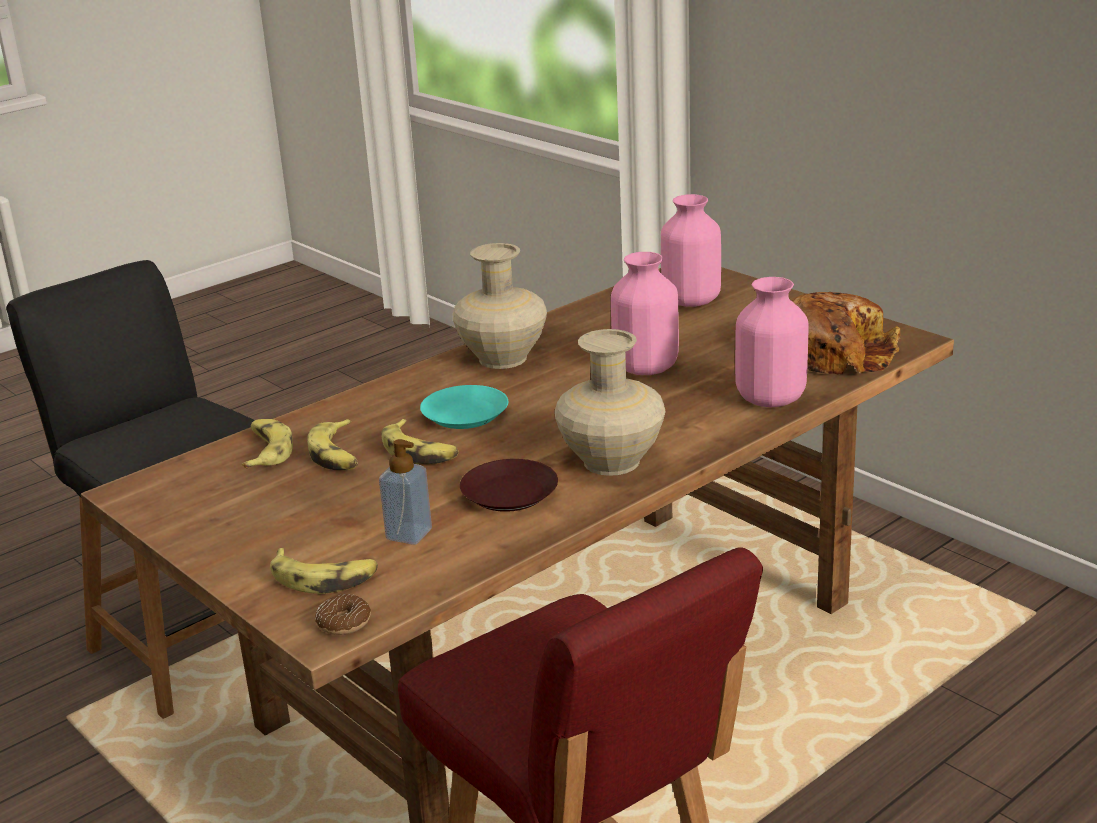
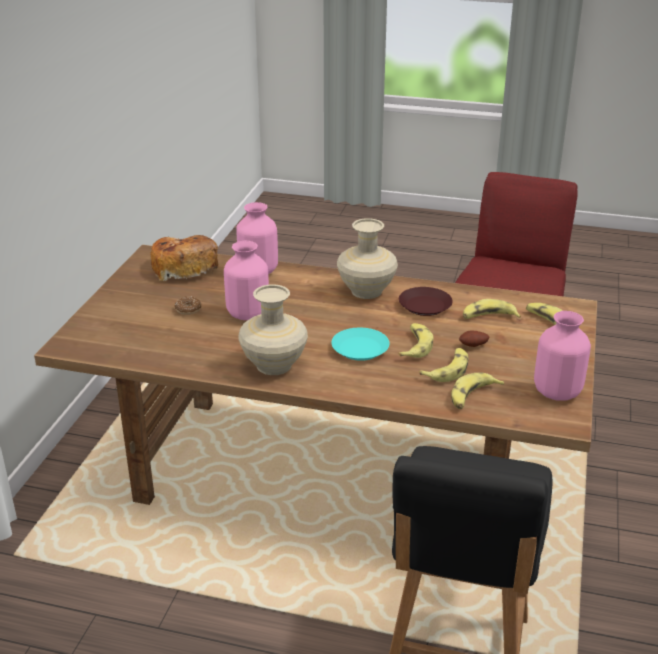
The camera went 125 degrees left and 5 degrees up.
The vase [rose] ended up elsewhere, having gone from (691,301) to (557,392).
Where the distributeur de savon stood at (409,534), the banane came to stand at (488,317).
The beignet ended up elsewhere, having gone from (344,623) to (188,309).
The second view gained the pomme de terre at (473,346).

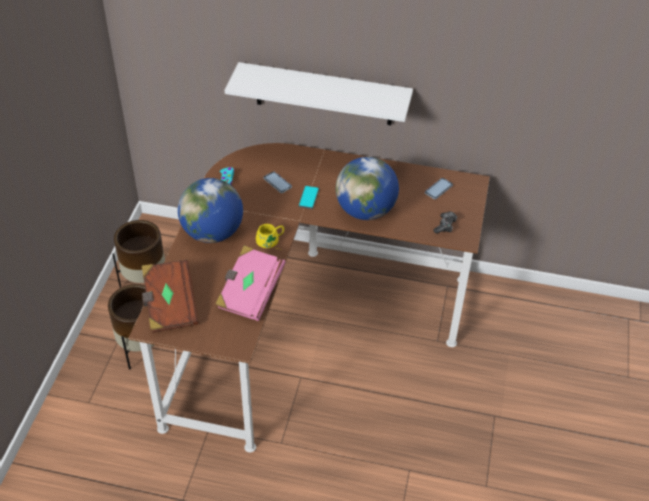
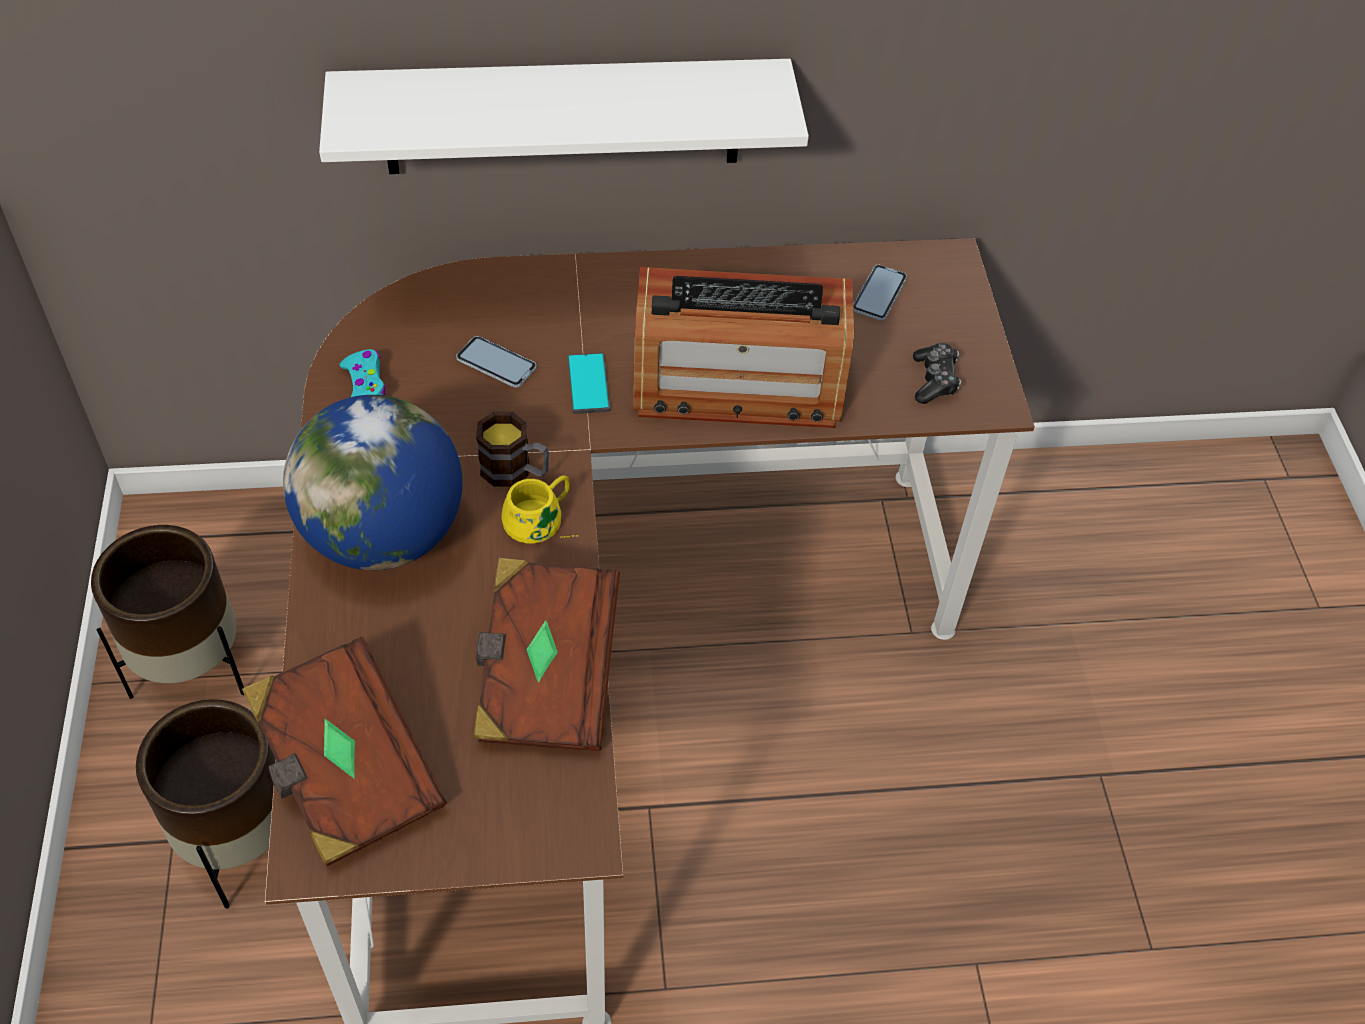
The camera went 20 degrees left and 5 degrees up.
Where the globe stood at (365,211), the radio came to stand at (737,386).
What was the livre [rose] at (250,293) turned into the livre [marron] at (545,676).
The second view gained the mug at (515,471).

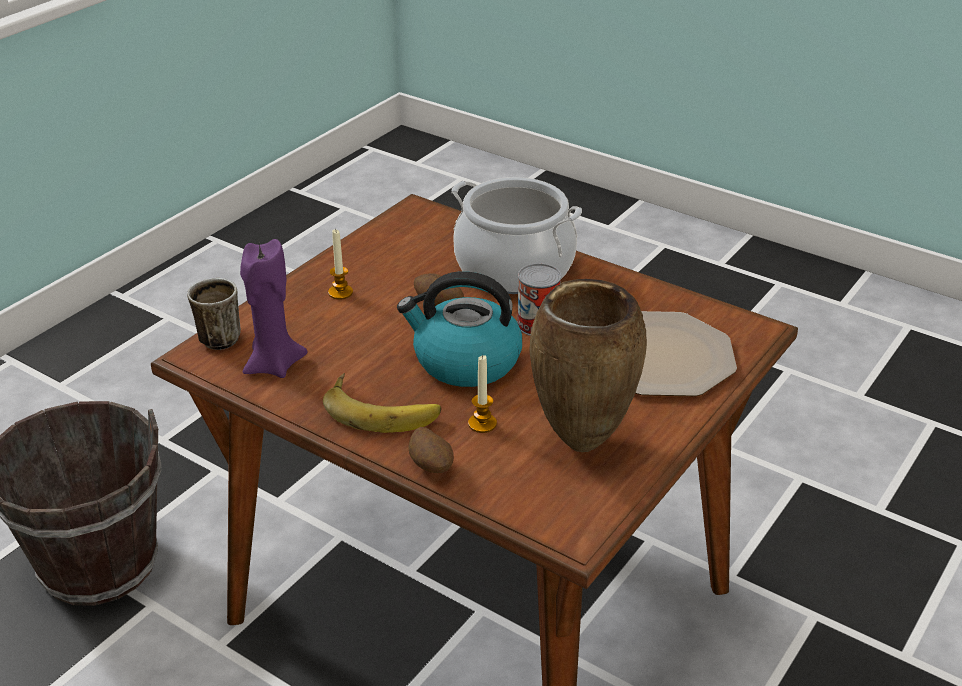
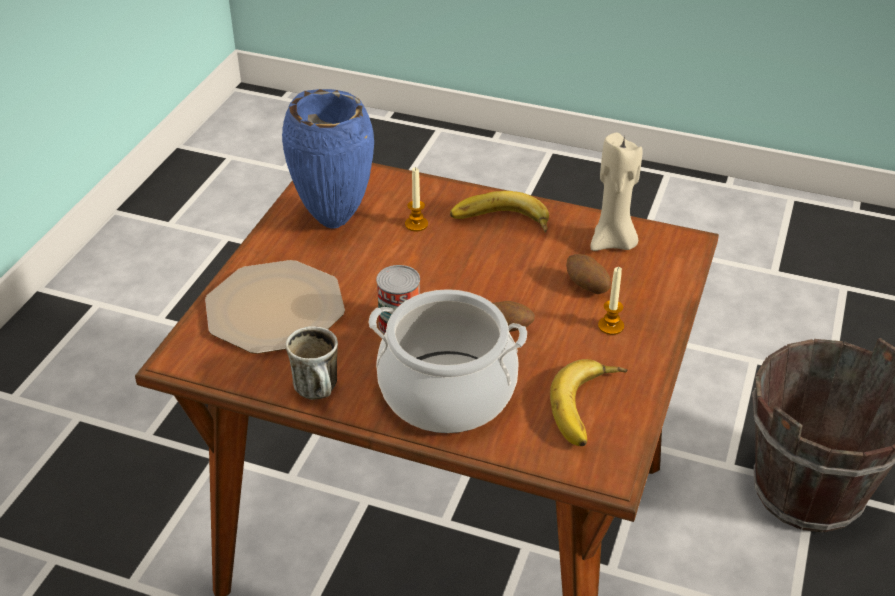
The camera went 165 degrees right and 5 degrees up.
What was the bougie [violet] at (274,365) turned into the bougie [beige] at (613,243).
The second view lost the bouilloire at (465,361).
The mug ended up elsewhere, having gone from (218,336) to (320,392).
What was the vase [marron] at (579,444) turned into the vase [bleu] at (336,221).
The pomme de terre ended up elsewhere, having gone from (431,467) to (586,287).
The second view gained the banane at (591,408).

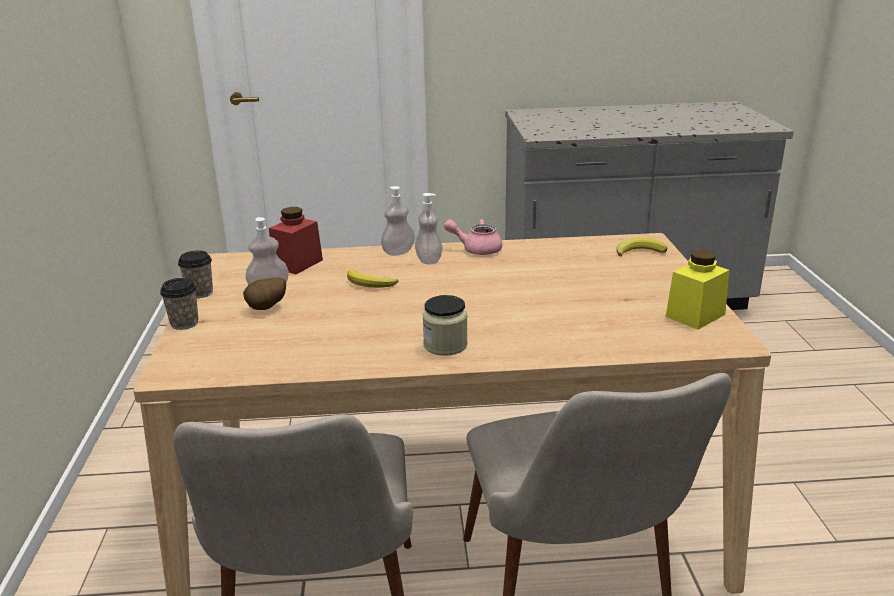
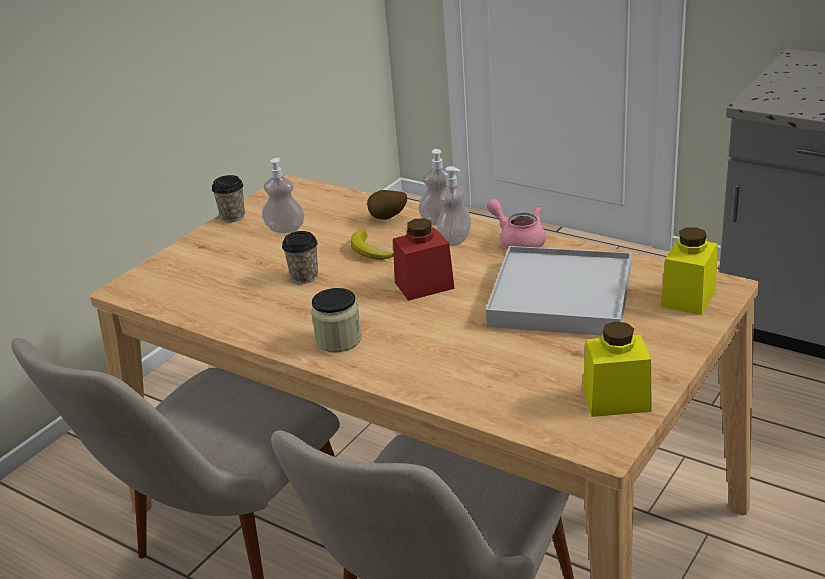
The camera went 40 degrees right and 5 degrees up.
The bocal [rouge] ended up elsewhere, having gone from (297,264) to (424,285).
Where the banane stood at (639,251), the bocal [jaune] came to stand at (688,298).
The pomme de terre ended up elsewhere, having gone from (267,309) to (388,219).
The tasse ended up elsewhere, having gone from (184,323) to (304,277).
The second view gained the plateau [blanc] at (560,297).

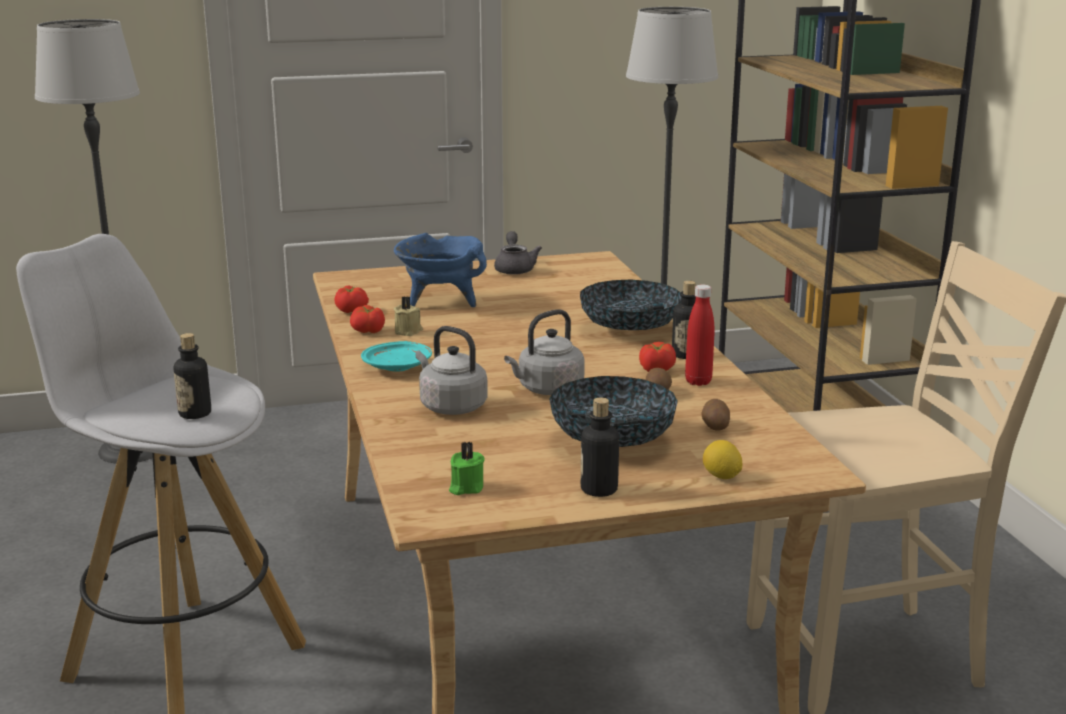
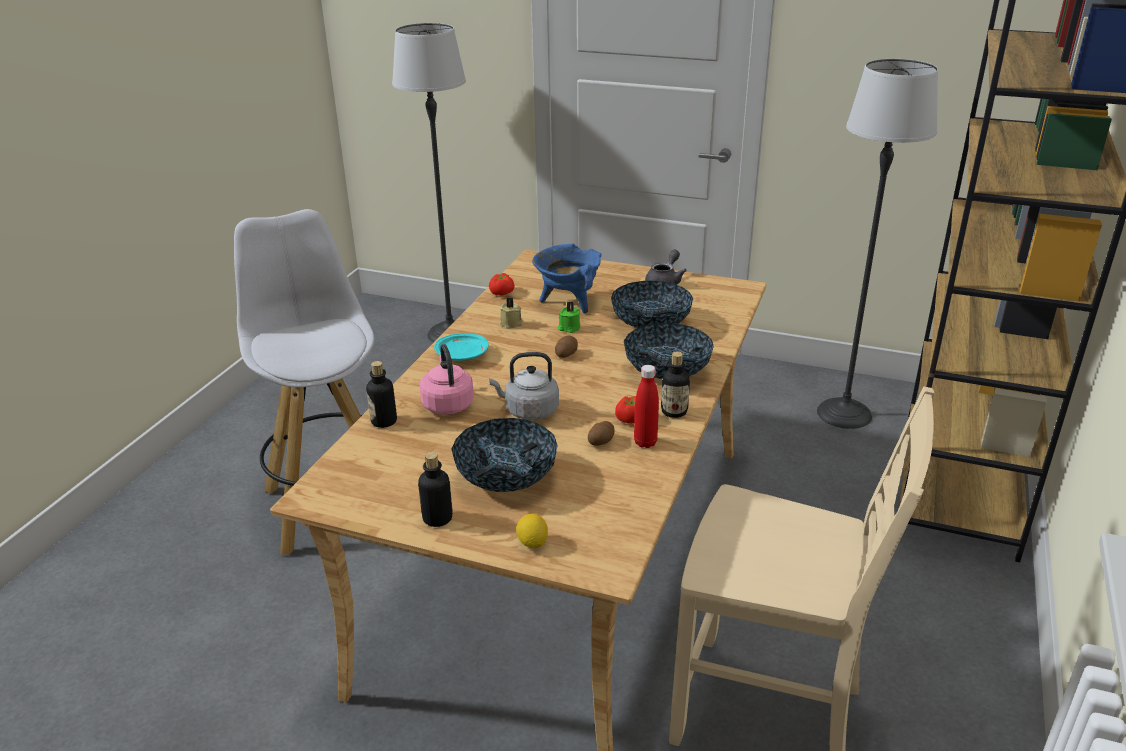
The camera went 35 degrees right and 10 degrees up.
The second view lost the tomate at (368,331).
What was the bouilloire [gris] at (450,406) turned into the bouilloire [rose] at (447,404).
The bouteille ended up elsewhere, having gone from (195,413) to (384,421).
The pomme de terre ended up elsewhere, having gone from (715,426) to (566,354).
The bougie [vert] ended up elsewhere, having gone from (465,487) to (569,328).
The second view gained the bol at (651,323).

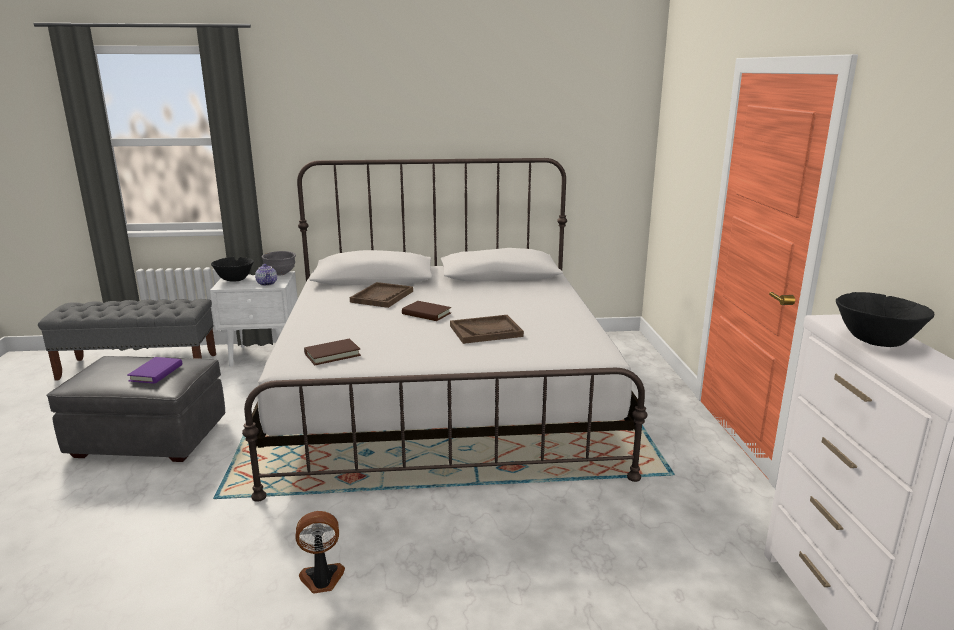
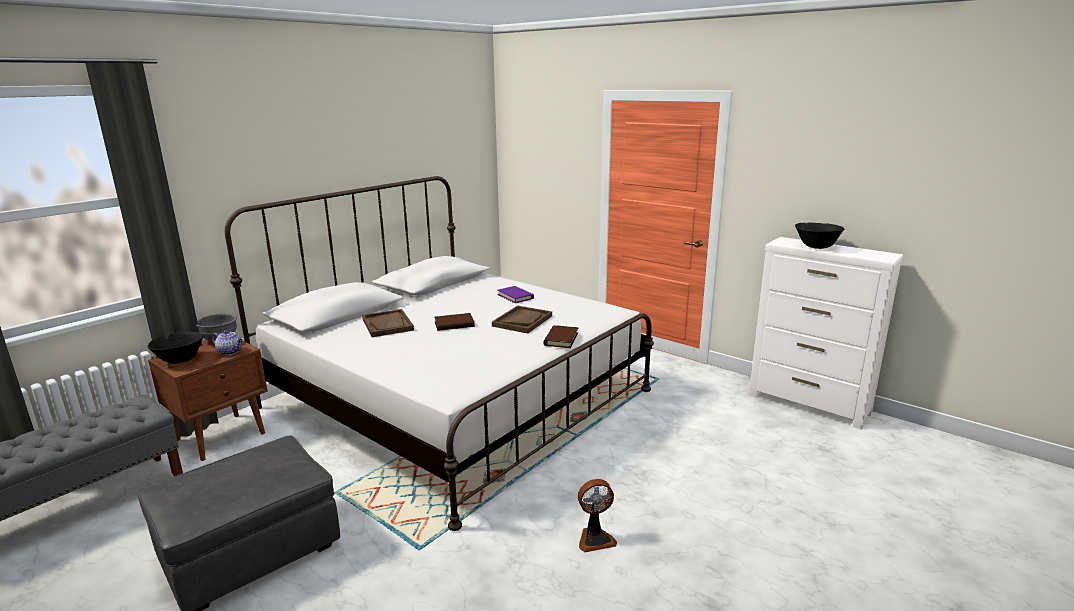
The camera went 45 degrees left and 0 degrees up.
What was the table de chevet [blanc] at (264,355) turned into the table de chevet [marron] at (222,436).
The livre [marron] ended up elsewhere, having gone from (332,354) to (561,339).
The livre [violet] ended up elsewhere, having gone from (156,373) to (515,296).
The ventilateur at (322,579) ended up facing another way, 135 degrees counterclockwise from before.

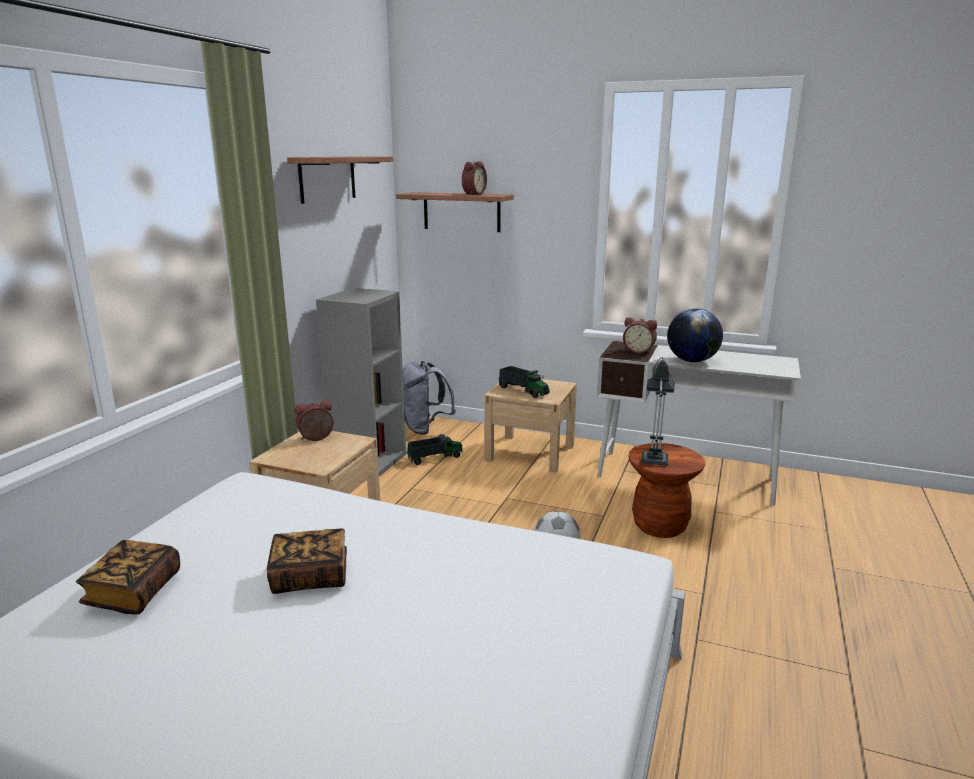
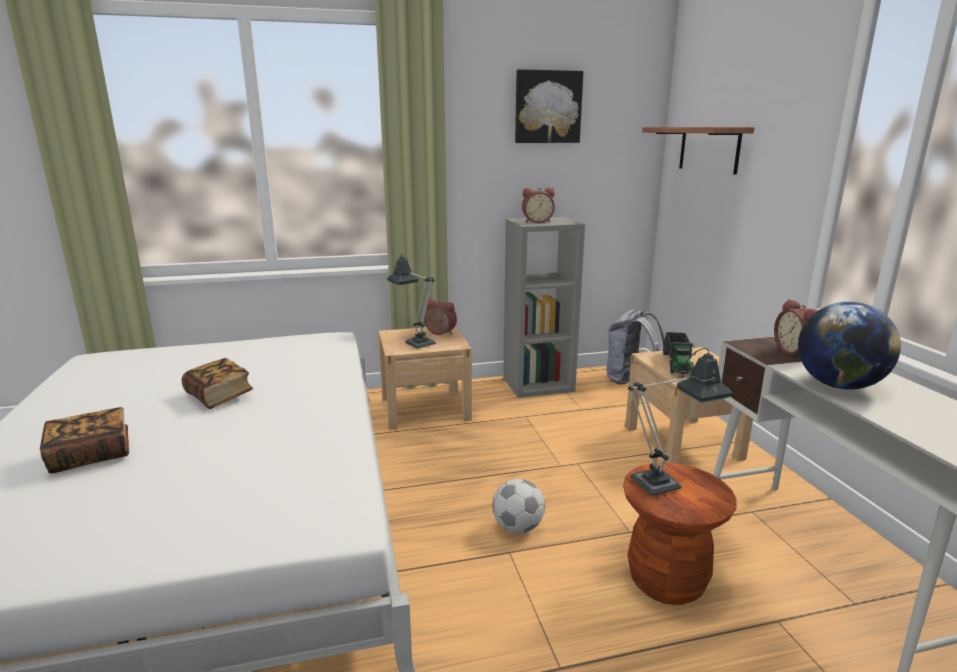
The camera went 55 degrees right and 0 degrees up.
Where the étagère hung at (327,178), the tableau came to hang at (547,107).
The réveil ended up elsewhere, having gone from (472,194) to (537,222).
The second view lost the camion jouet at (434,458).
The livre ended up elsewhere, having gone from (134,592) to (91,455).
The second view gained the lampe de table at (416,342).

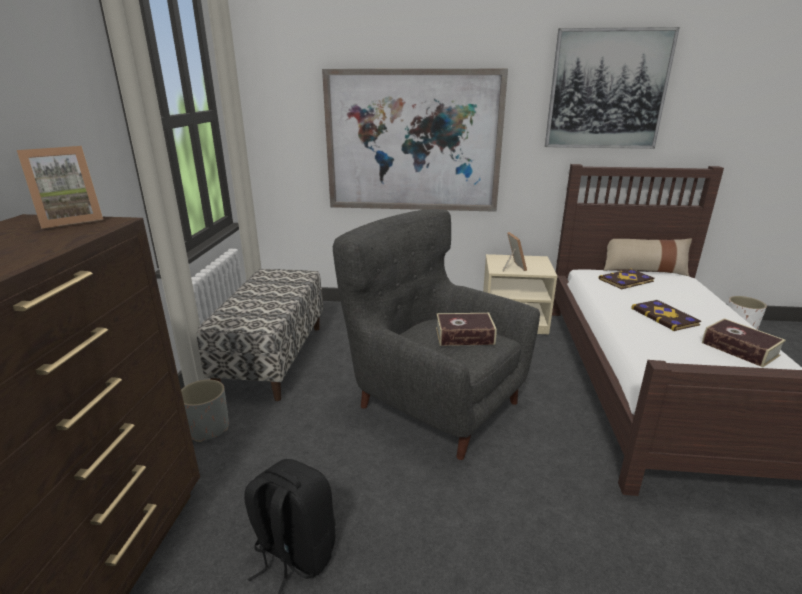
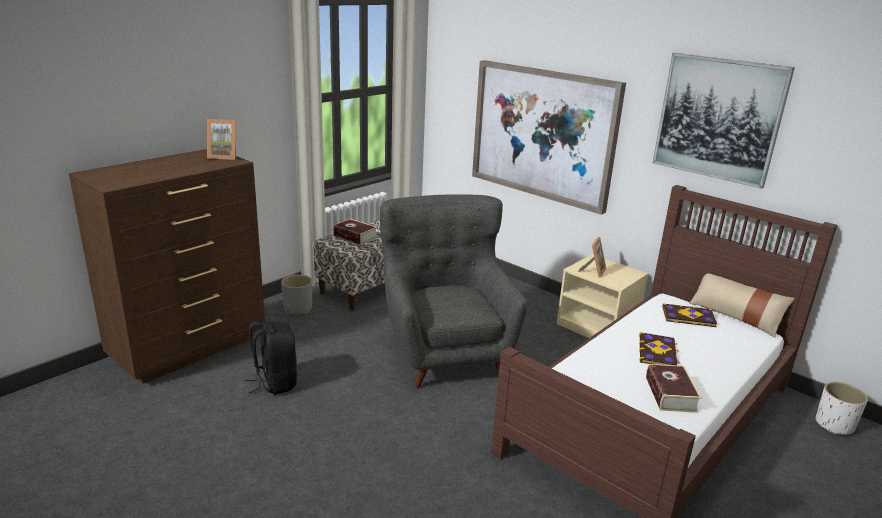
The camera went 35 degrees right and 0 degrees up.
The livre ended up elsewhere, having gone from (464,336) to (355,236).

